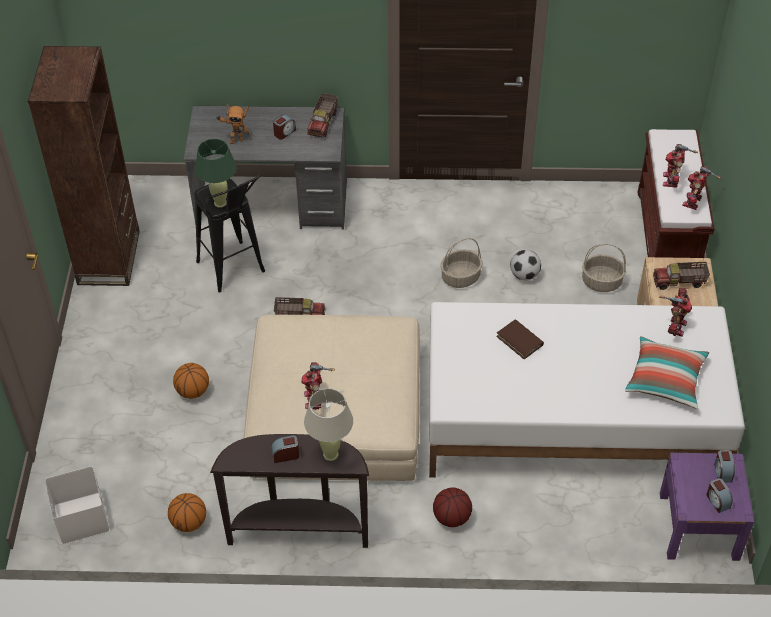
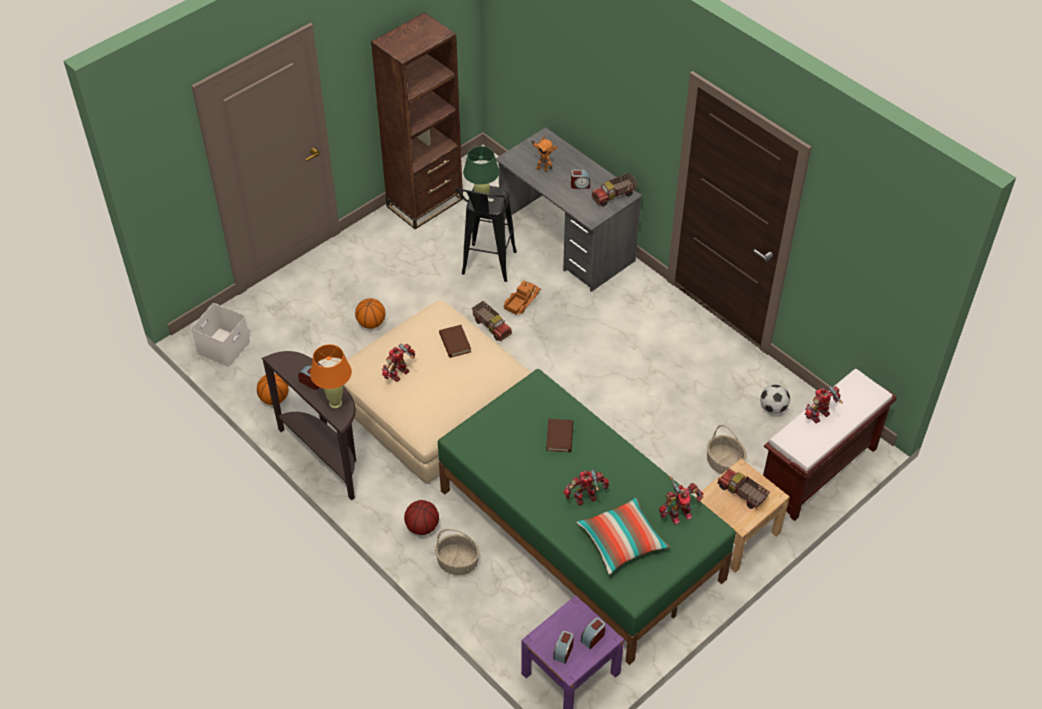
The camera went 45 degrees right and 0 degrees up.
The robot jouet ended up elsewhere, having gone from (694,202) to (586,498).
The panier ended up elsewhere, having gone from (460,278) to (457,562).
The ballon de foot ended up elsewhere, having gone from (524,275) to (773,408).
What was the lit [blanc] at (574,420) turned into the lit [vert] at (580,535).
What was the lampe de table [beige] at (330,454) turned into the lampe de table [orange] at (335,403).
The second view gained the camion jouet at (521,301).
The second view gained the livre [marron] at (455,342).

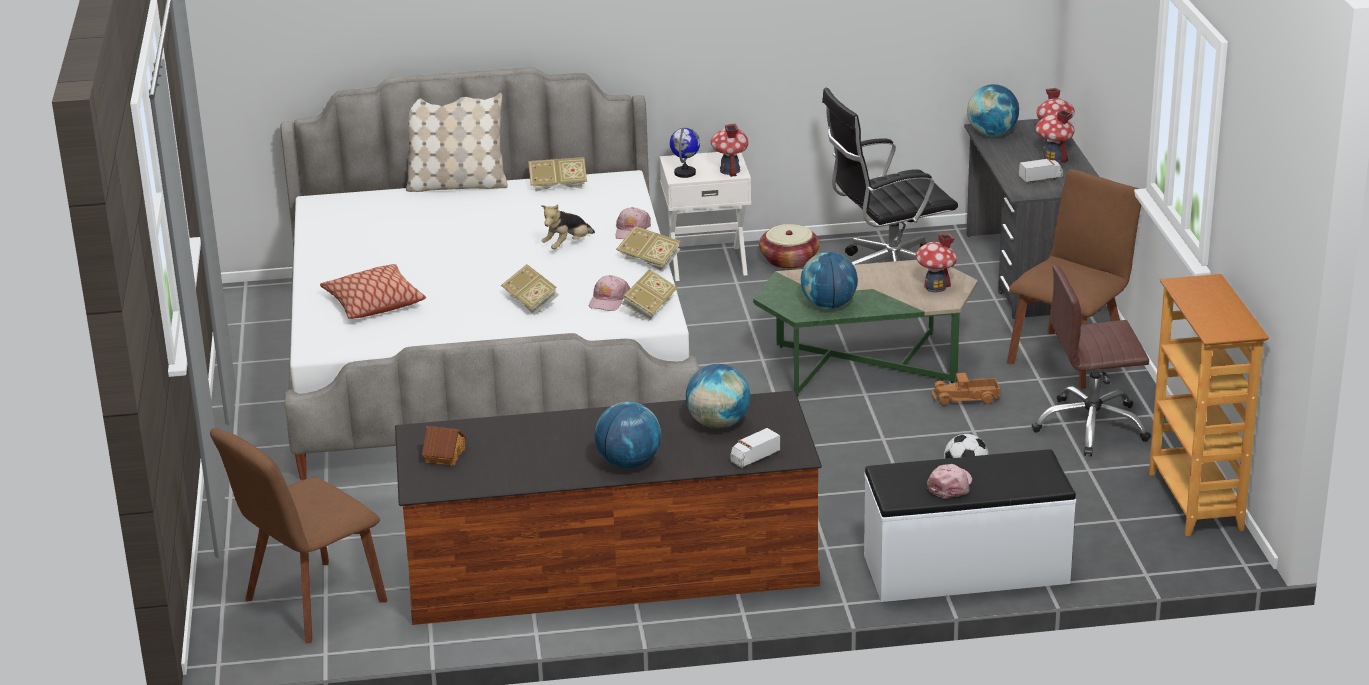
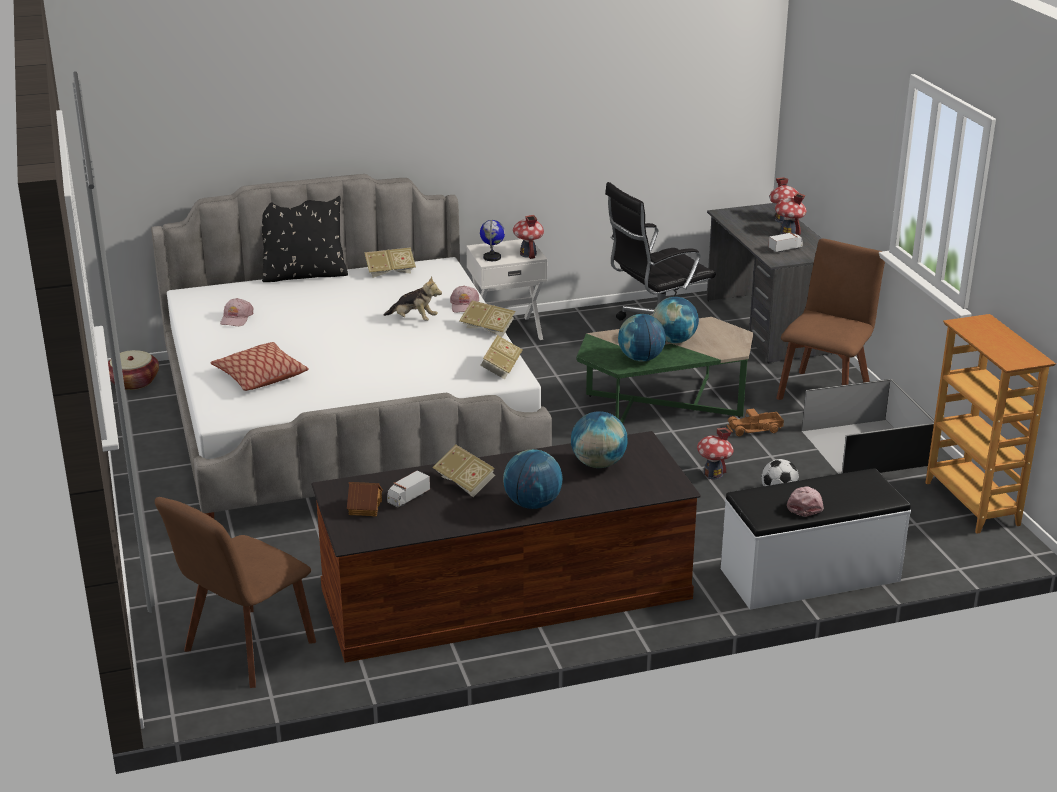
The camera went 10 degrees left and 0 degrees up.
The globe ended up elsewhere, having gone from (992,134) to (674,341).
What was the coussin [beige] at (457,185) turned into the coussin [noir] at (304,275).
The peluche at (567,245) ended up facing another way, 105 degrees counterclockwise from before.
The panier ended up elsewhere, having gone from (789,260) to (134,382).
The maison miniature ended up elsewhere, having gone from (935,287) to (713,474).
The livre ended up elsewhere, having gone from (531,302) to (465,483).
Where the chaise de bureau [marron] stood at (1091,427), the boîte de rangement [noir] came to stand at (864,447).
The casquette [rose] ended up elsewhere, having gone from (608,300) to (236,318).
The camion jouet ended up elsewhere, having gone from (754,458) to (408,498).

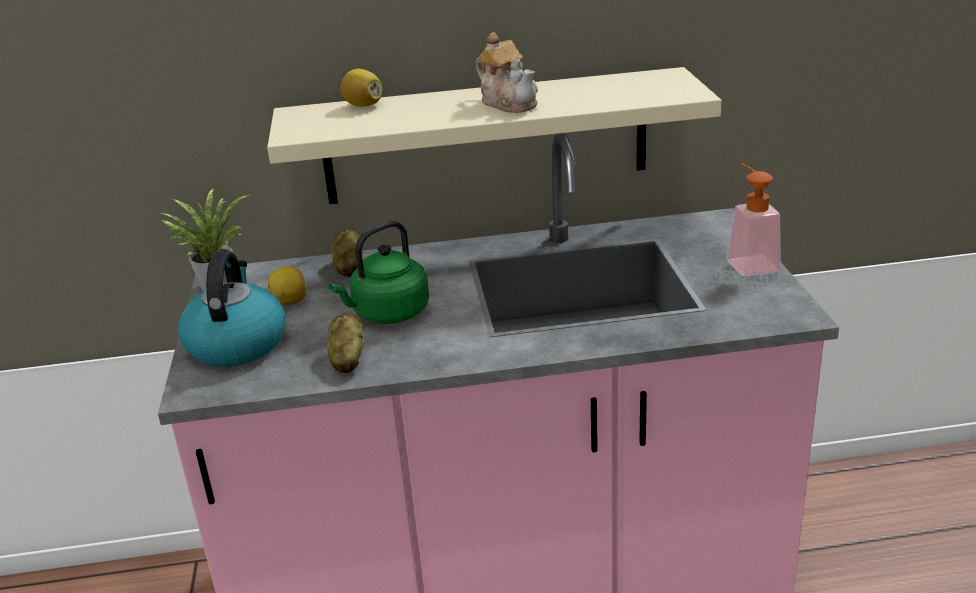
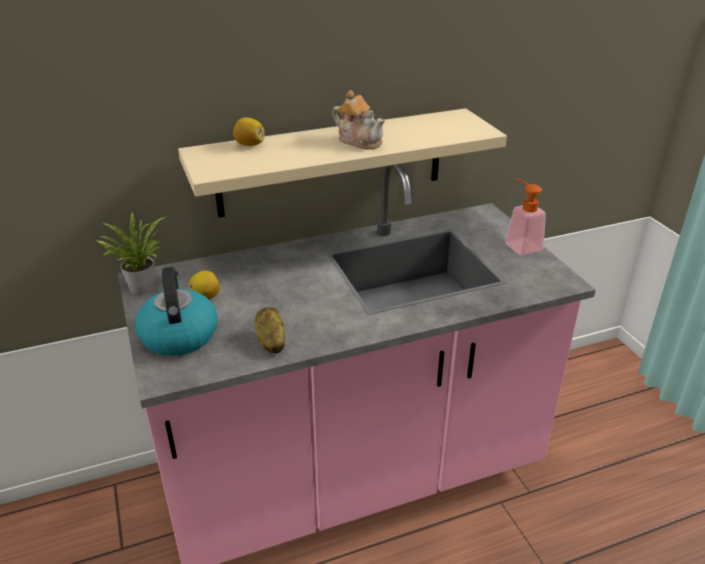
The camera went 15 degrees left and 5 degrees up.
The second view lost the bouilloire [vert] at (388,314).
The second view lost the pomme de terre at (349,267).

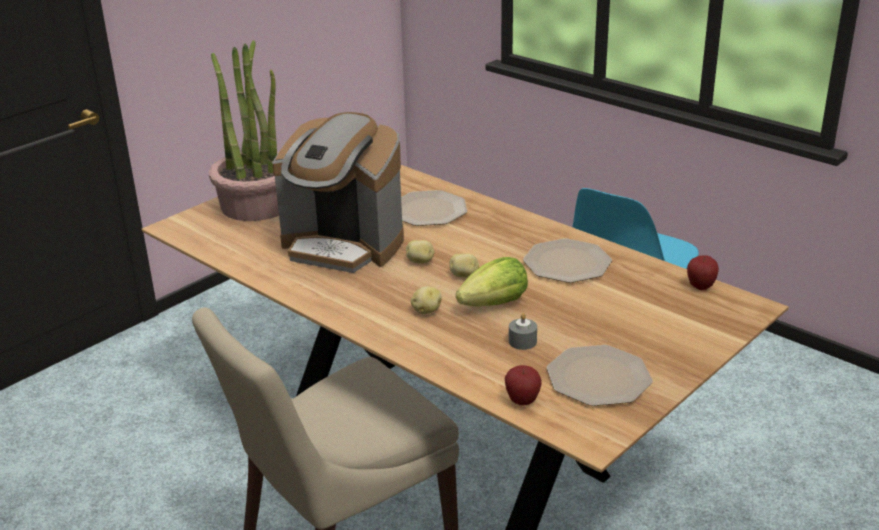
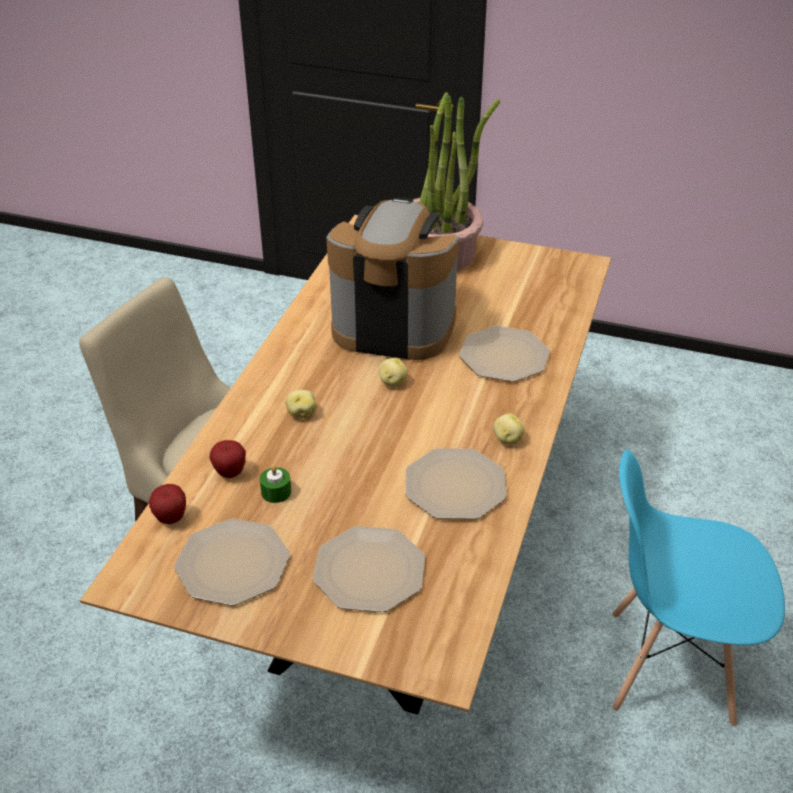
The camera went 65 degrees right and 10 degrees up.
The machine à café at (343,246) ended up facing another way, 105 degrees clockwise from before.
The pomme de terre ended up elsewhere, having gone from (464,275) to (507,439).
The pomme ended up elsewhere, having gone from (700,287) to (230,473).
The second view lost the laitue at (495,304).
What was the bougie [gris] at (522,341) turned into the bougie [vert] at (276,492).
The second view gained the assiette at (370,570).

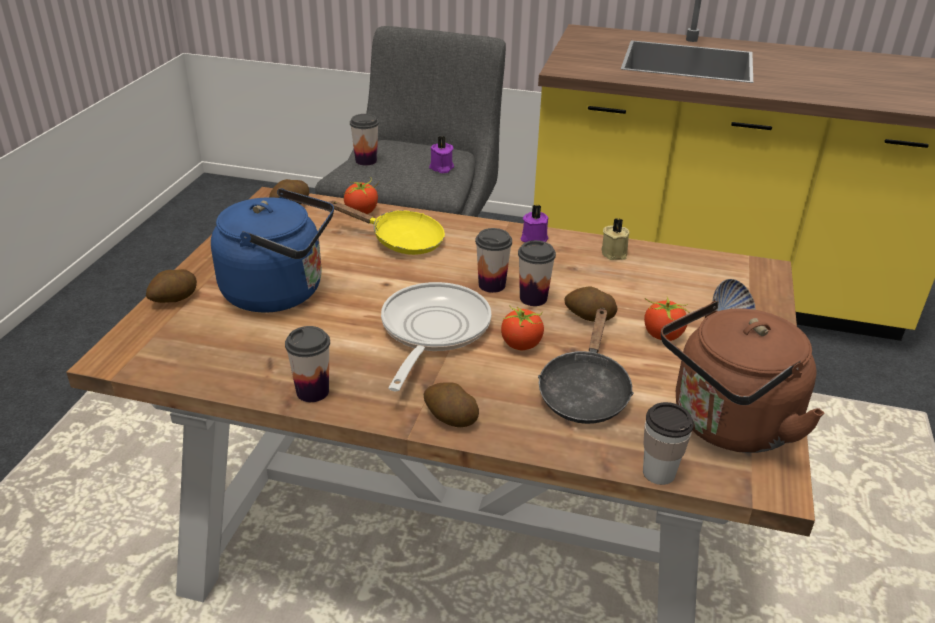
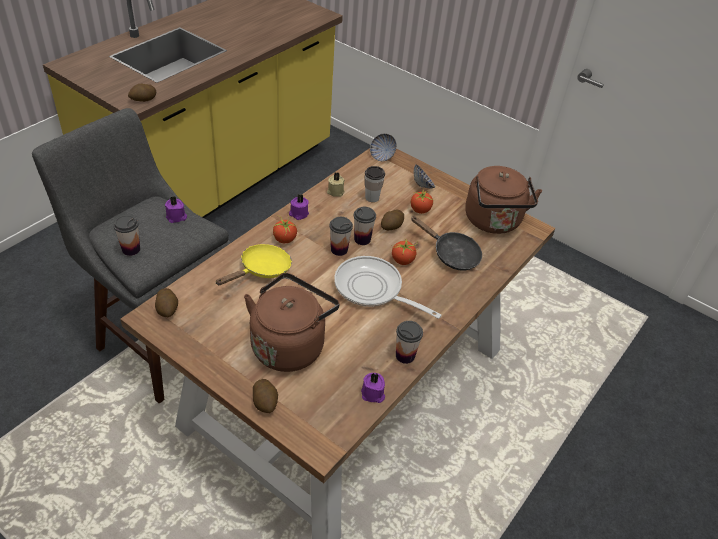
The camera went 70 degrees left and 10 degrees up.
The tomate ended up elsewhere, having gone from (362,211) to (284,239).
What was the bouilloire [bleu] at (280,292) turned into the bouilloire [marron] at (290,344).
The pomme de terre ended up elsewhere, having gone from (450,418) to (143,100).
The tasse ended up elsewhere, having gone from (659,473) to (372,197).
The second view gained the bol at (382,156).
The second view gained the bougie [violet] at (373,394).

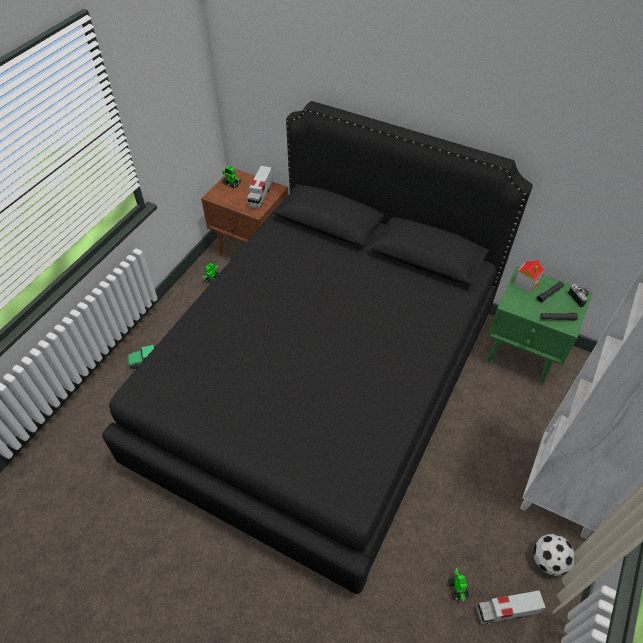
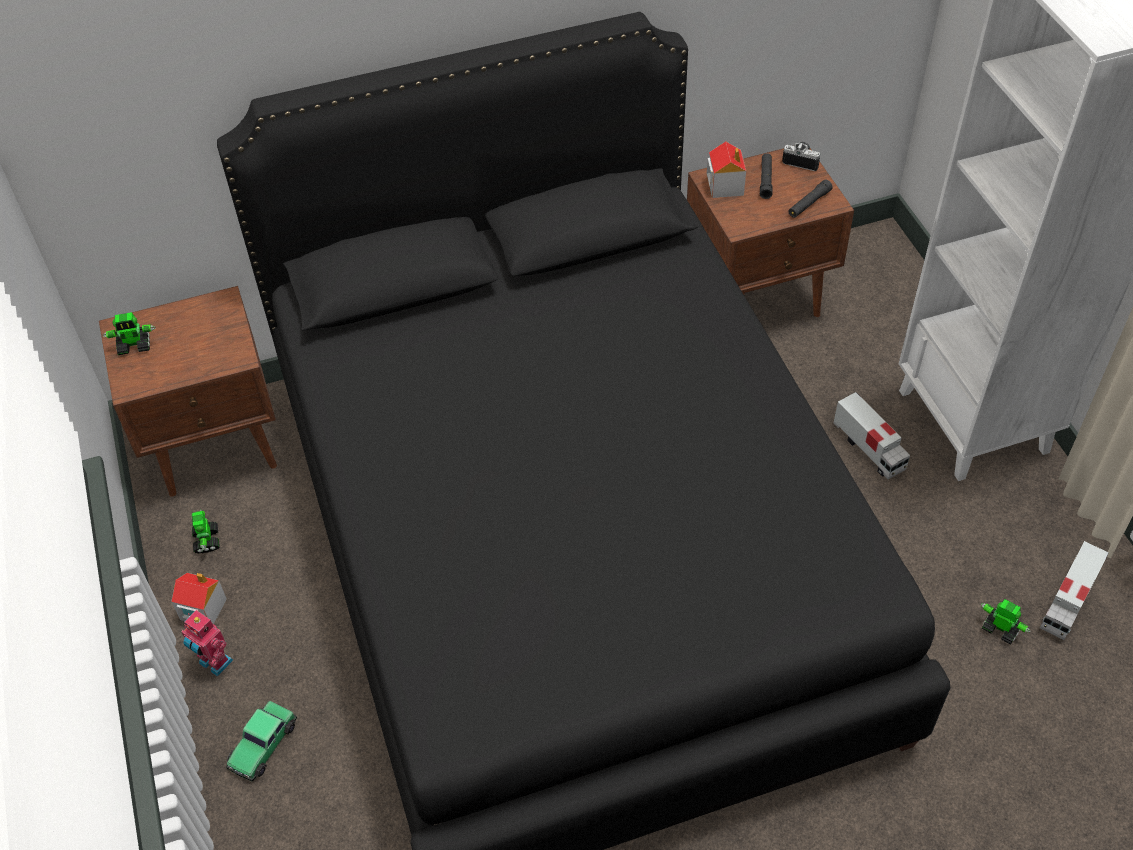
The camera went 45 degrees left and 0 degrees up.
The camion jouet ended up elsewhere, having gone from (260,195) to (869,449).
What was the table de chevet [vert] at (522,354) turned into the table de chevet [marron] at (758,297).
The second view lost the ballon de foot at (548,561).
The second view gained the maison miniature at (202,609).
The second view gained the robot jouet at (214,663).

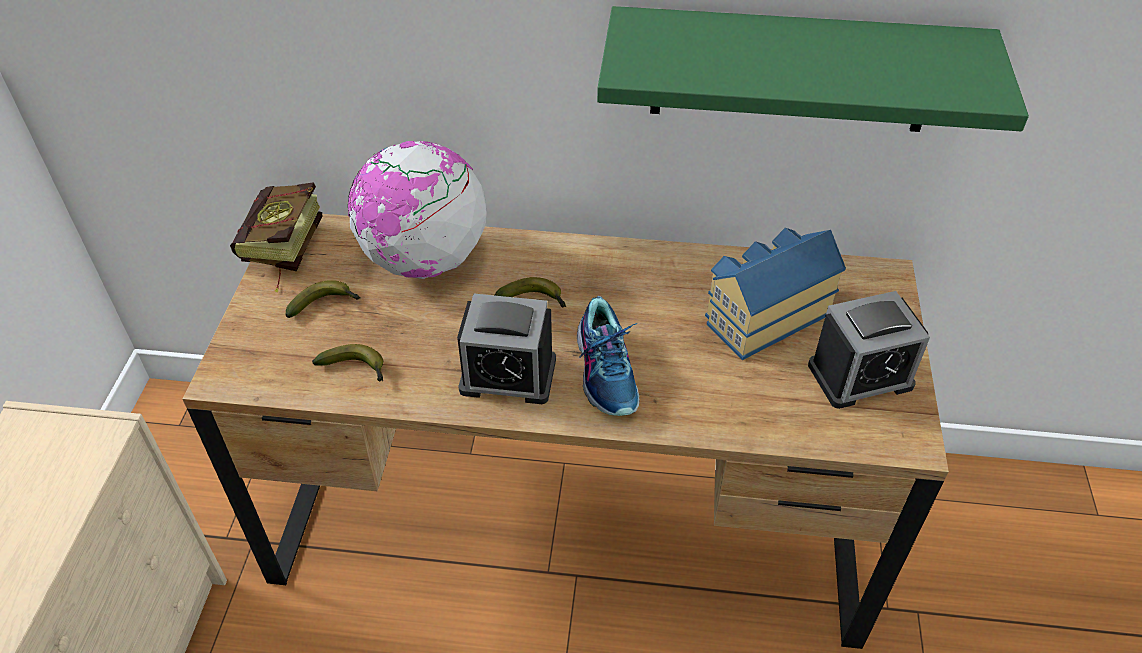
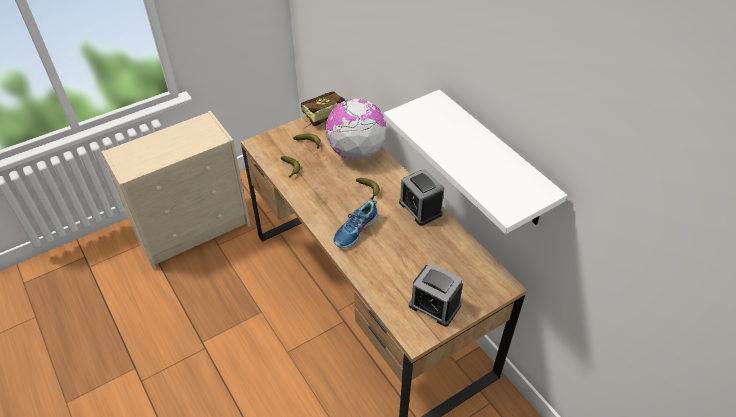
The camera went 50 degrees right and 0 degrees up.
What was the étagère [vert] at (792,70) turned into the étagère [blanc] at (493,160).
The second view lost the maison miniature at (763,315).
The réveil ended up elsewhere, having gone from (508,375) to (420,208).

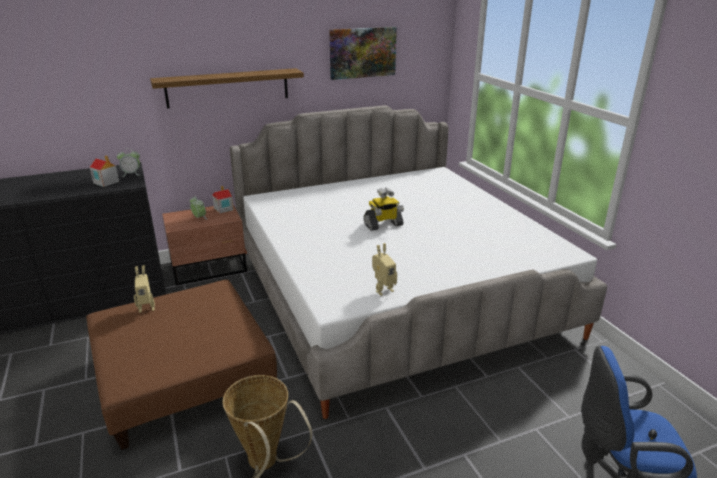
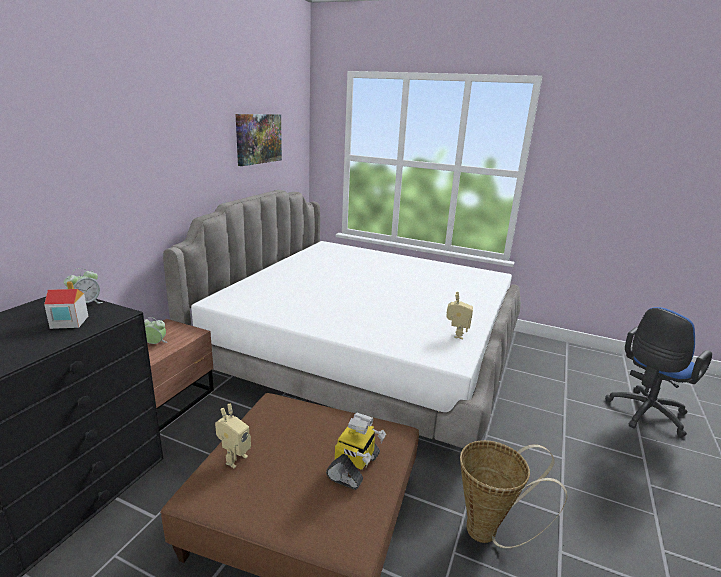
The camera went 45 degrees left and 5 degrees down.
The second view lost the étagère at (228,88).
The second view lost the maison miniature at (223,209).
The robot jouet ended up elsewhere, having gone from (383,225) to (354,467).

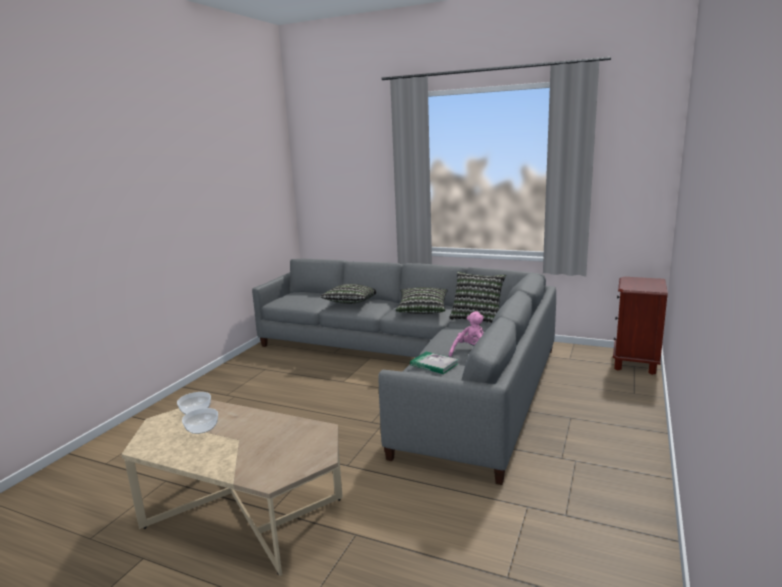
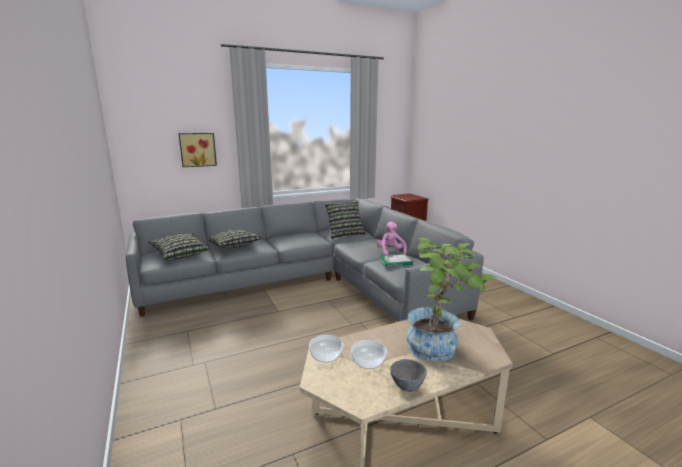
The camera went 50 degrees left and 0 degrees up.
The coussin ended up elsewhere, having gone from (422,310) to (180,254).
The second view gained the tableau at (197,149).
The second view gained the plante en pot at (439,348).
The second view gained the bol [gris] at (407,387).

